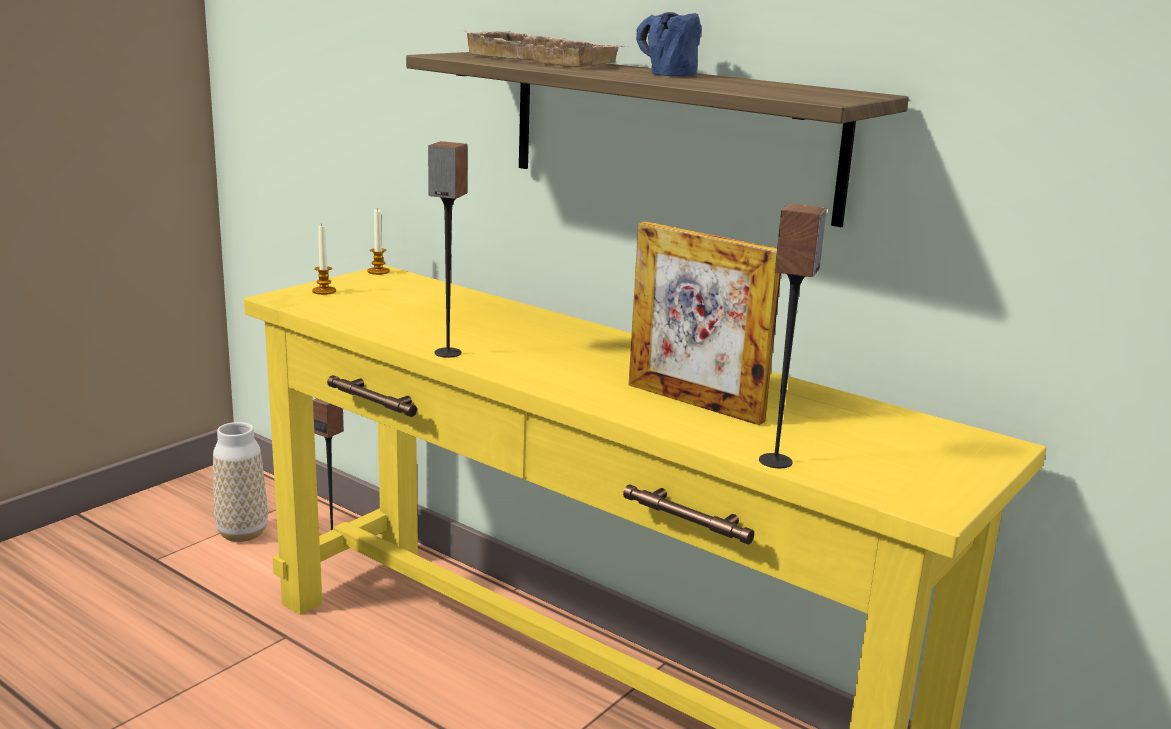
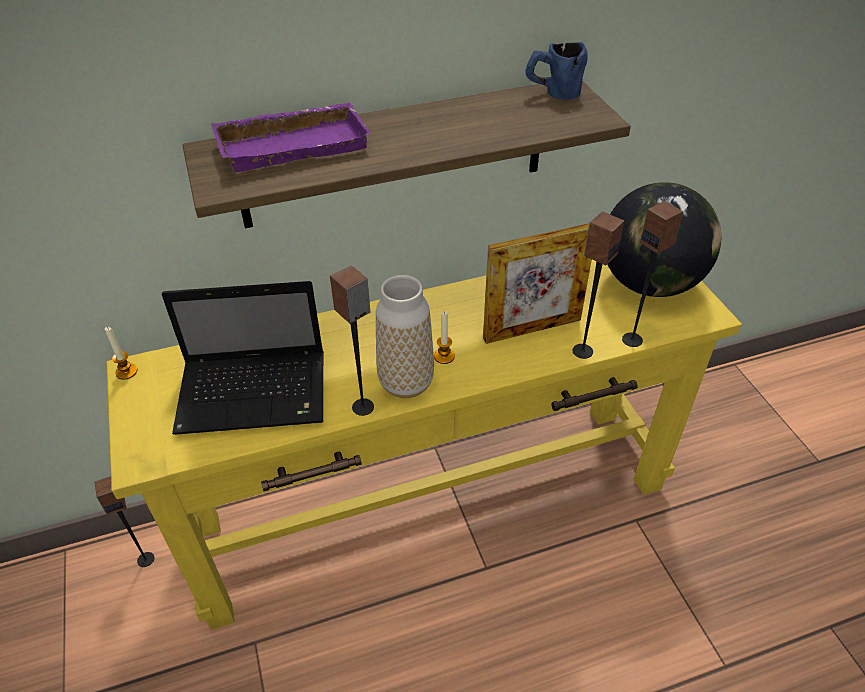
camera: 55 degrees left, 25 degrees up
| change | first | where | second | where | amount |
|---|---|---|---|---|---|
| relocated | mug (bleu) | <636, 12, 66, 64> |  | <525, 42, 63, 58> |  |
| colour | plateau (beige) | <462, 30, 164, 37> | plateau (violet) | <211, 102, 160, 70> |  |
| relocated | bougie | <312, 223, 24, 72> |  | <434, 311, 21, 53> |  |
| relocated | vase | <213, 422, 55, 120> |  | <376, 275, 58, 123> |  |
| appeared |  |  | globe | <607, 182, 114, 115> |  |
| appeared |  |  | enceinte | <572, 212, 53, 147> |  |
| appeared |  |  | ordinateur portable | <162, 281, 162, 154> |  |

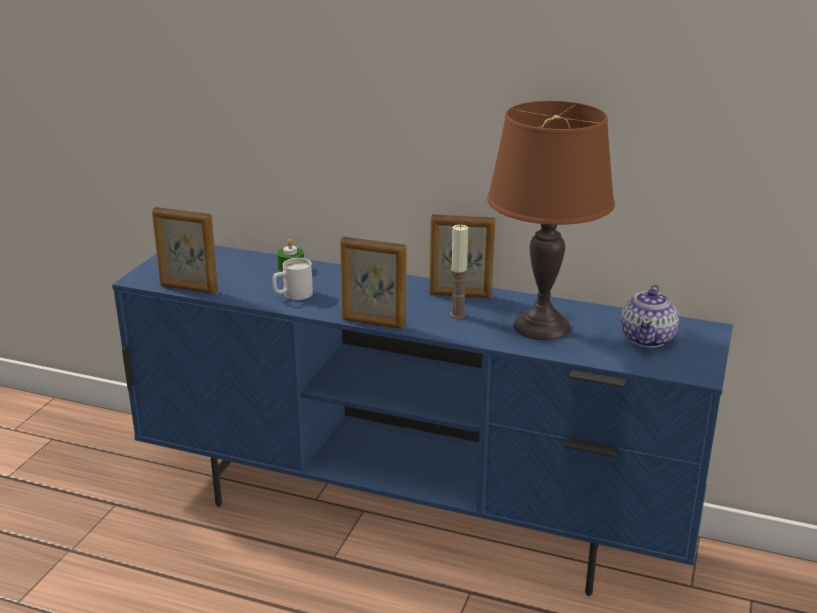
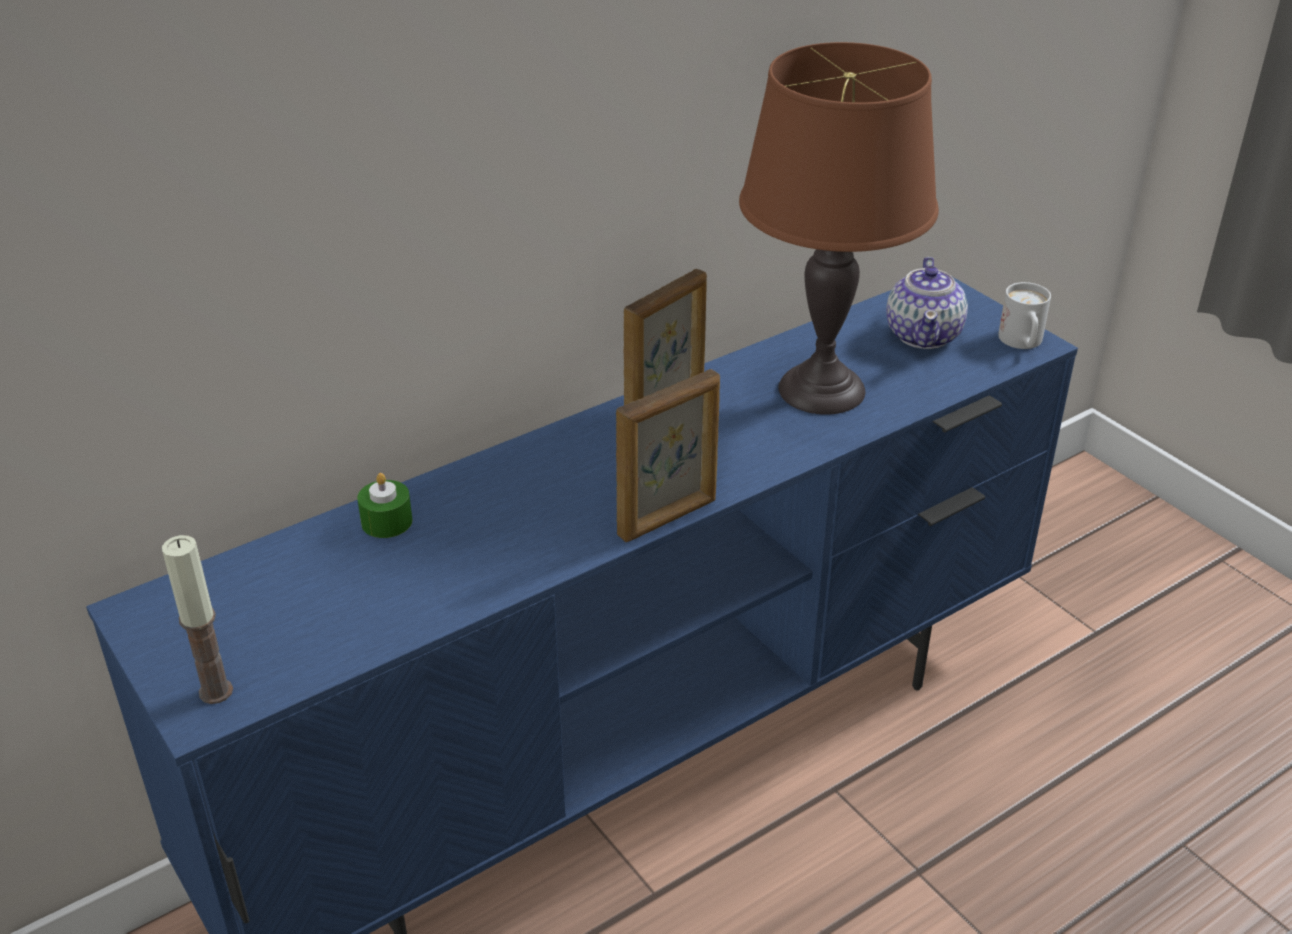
camera: 55 degrees left, 10 degrees up
| change | first | where | second | where | amount |
|---|---|---|---|---|---|
| missing | cadre photo | <152, 207, 66, 87> |  |  |  |
| relocated | bougie | <450, 224, 18, 95> |  | <162, 535, 71, 169> |  |
| relocated | mug (blanc) | <273, 258, 40, 42> |  | <998, 282, 53, 67> |  |
| spun | théière | <621, 285, 58, 63> |  | <886, 257, 82, 92> | 45 degrees clockwise |

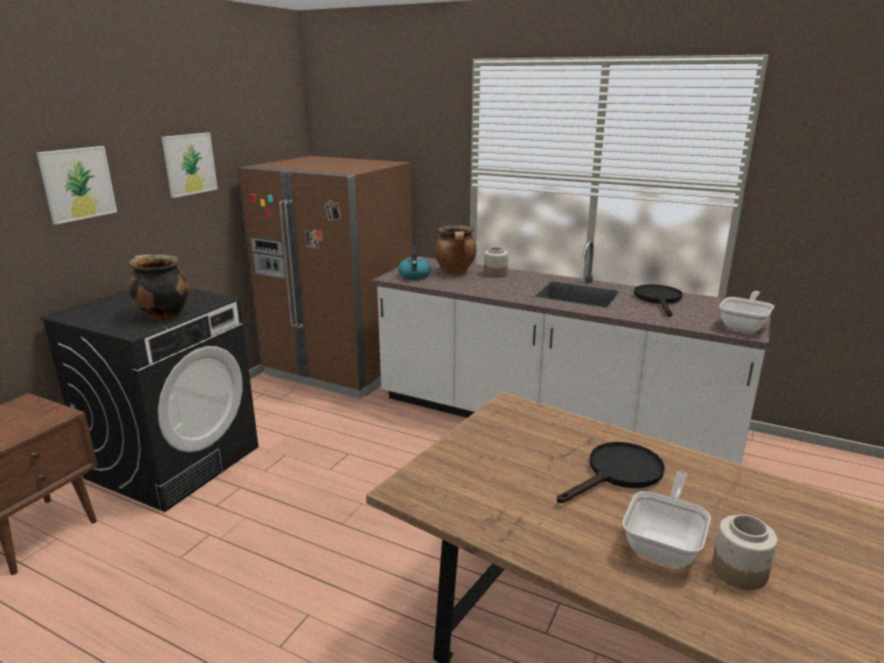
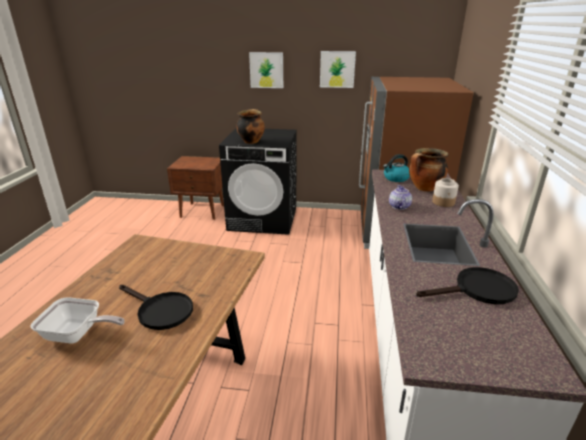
camera: 70 degrees right, 5 degrees up
| change | first | where | second | where | amount |
|---|---|---|---|---|---|
| missing | poêle | <719, 291, 55, 42> |  |  |  |
| missing | bocal | <712, 515, 66, 75> |  |  |  |
| appeared |  |  | théière | <389, 185, 23, 25> |  |

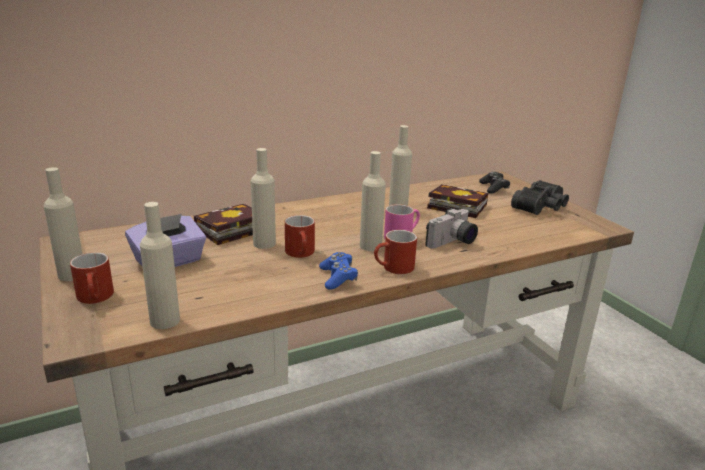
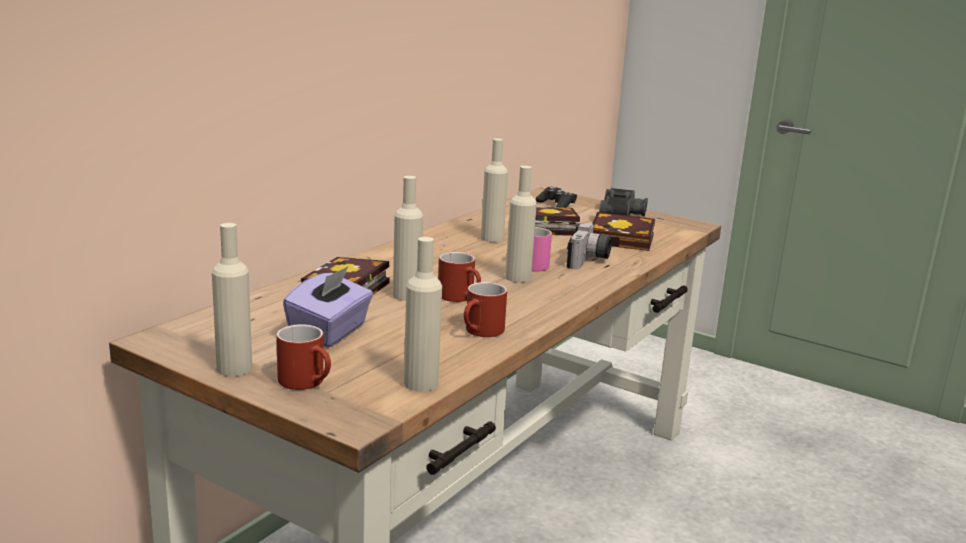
camera: 30 degrees left, 5 degrees down
| change | first | where | second | where | amount |
|---|---|---|---|---|---|
| relocated | mug (rouge) | <374, 230, 43, 44> |  | <464, 282, 43, 55> |  |
| missing | manette (bleu) | <319, 252, 39, 38> |  |  |  |
| appeared |  |  | livre | <592, 212, 63, 39> |  |

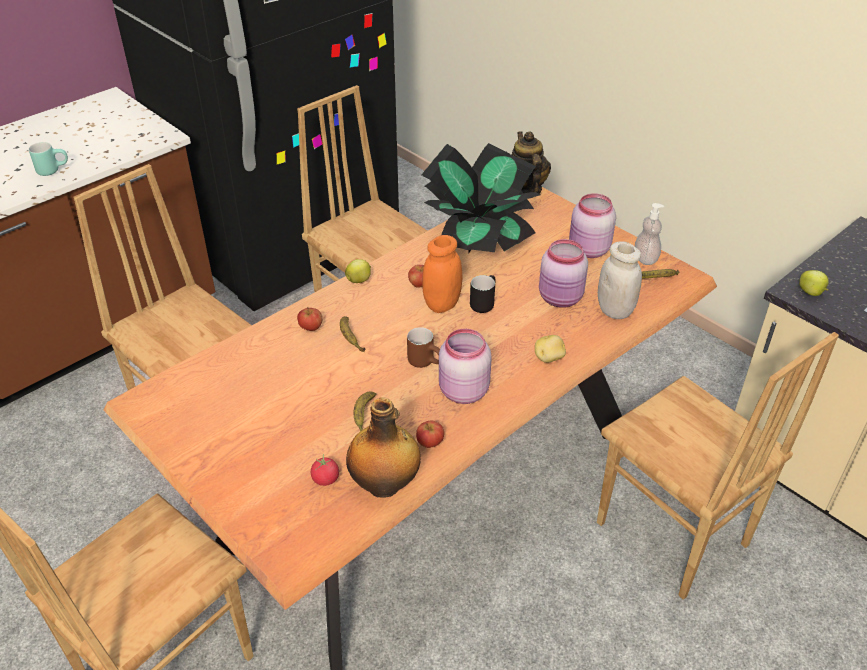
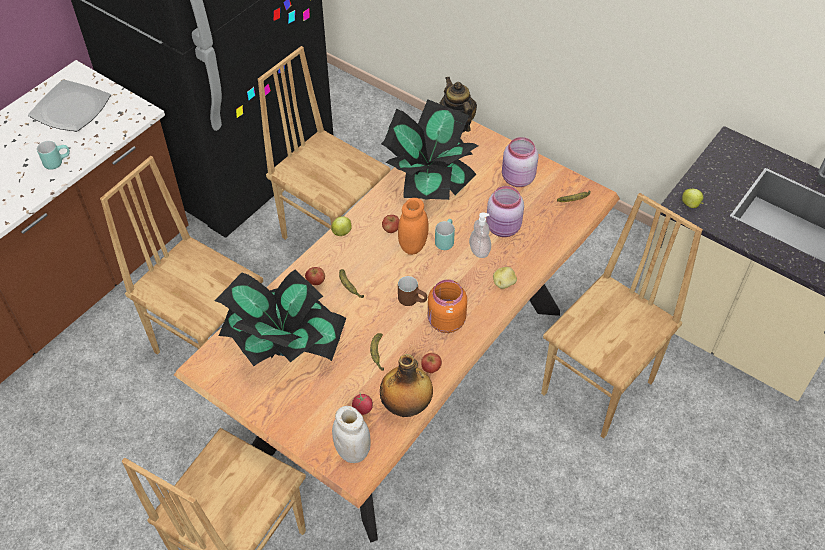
camera: 10 degrees left, 10 degrees up
| change | first | where | second | where | amount |
|---|---|---|---|---|---|
| relocated | distributeur de savon | <635, 203, 29, 62> |  | <469, 212, 22, 46> |  |
| relocated | bocal (blanc) | <598, 241, 44, 78> |  | <332, 406, 38, 57> |  |
| colour | mug (noir) | <470, 275, 26, 38> | mug (turquoise) | <435, 219, 20, 31> |  |
| colour | bocal (rose) | <439, 329, 53, 75> | bocal (orange) | <428, 279, 39, 54> |  |
| spun | chaise (marron) | <597, 332, 242, 268> |  | <541, 193, 162, 246> | 90 degrees counterclockwise |
| appeared |  |  | assiette | <28, 79, 83, 53> |  |
| appeared |  |  | plante en pot | <215, 270, 131, 96> |  |

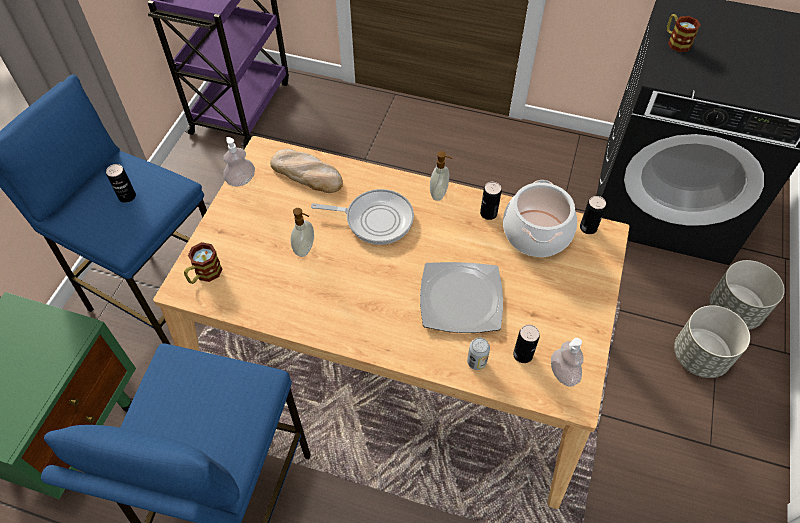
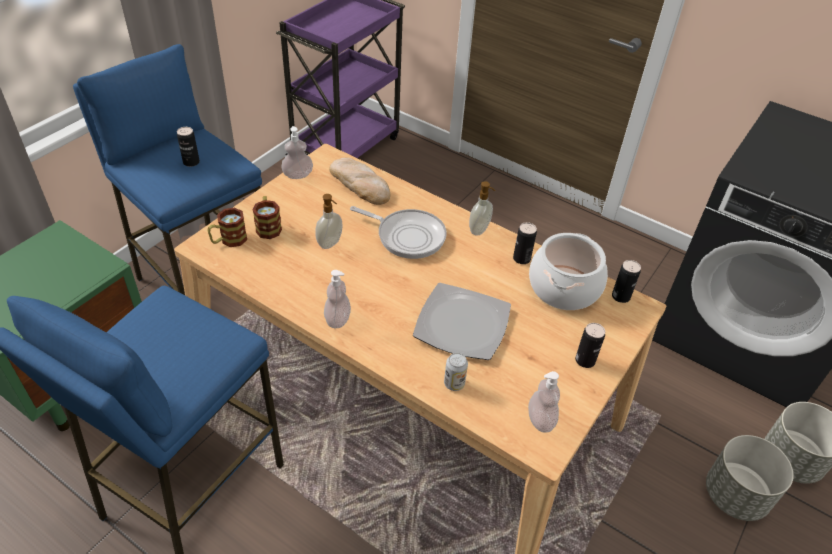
camera: 15 degrees right, 10 degrees down
| change | first | where | second | where | amount |
|---|---|---|---|---|---|
| relocated | mug | <667, 14, 33, 38> |  | <253, 196, 29, 43> |  |
| relocated | boîte métallique | <513, 325, 27, 38> |  | <575, 323, 30, 45> |  |
| appeared |  |  | distributeur de savon | <324, 270, 27, 58> |  |

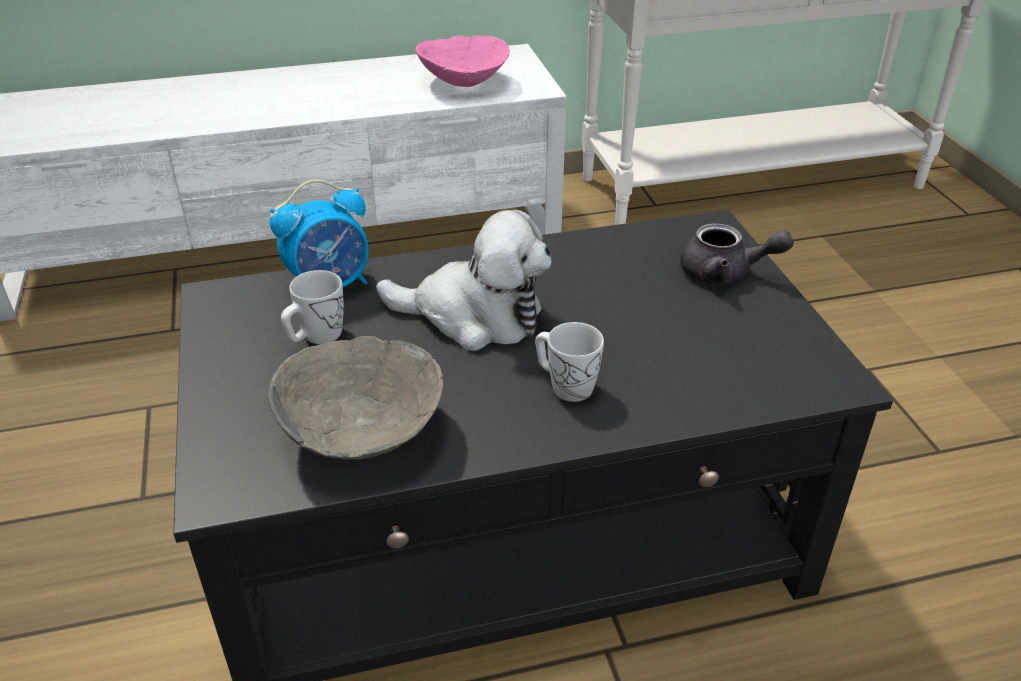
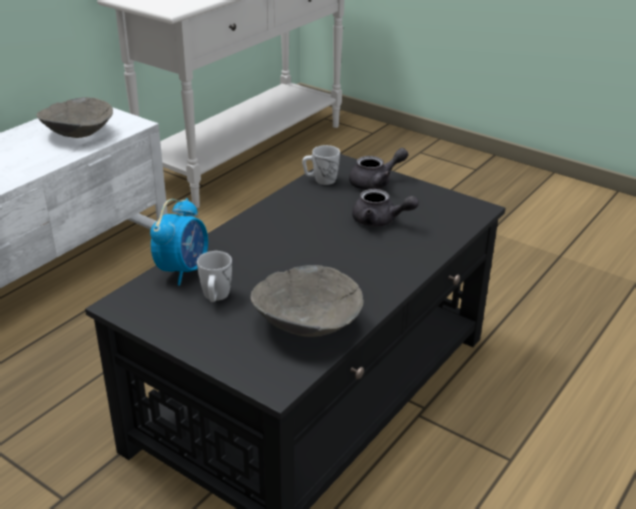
camera: 40 degrees left, 5 degrees down
| change | first | where | second | where | amount |
|---|---|---|---|---|---|
| colour | bol (rose) | <416, 35, 94, 52> | bol (gris) | <36, 97, 77, 41> |  |
| missing | peluche | <376, 210, 176, 141> |  |  |  |
| relocated | mug (blanc) | <535, 322, 69, 80> |  | <302, 145, 38, 40> |  |
| appeared |  |  | théière (gris) | <352, 189, 67, 38> |  |

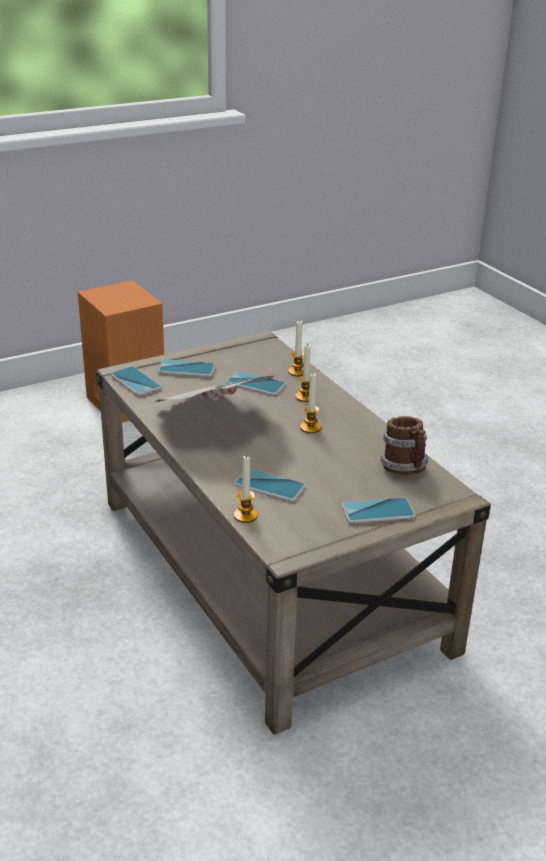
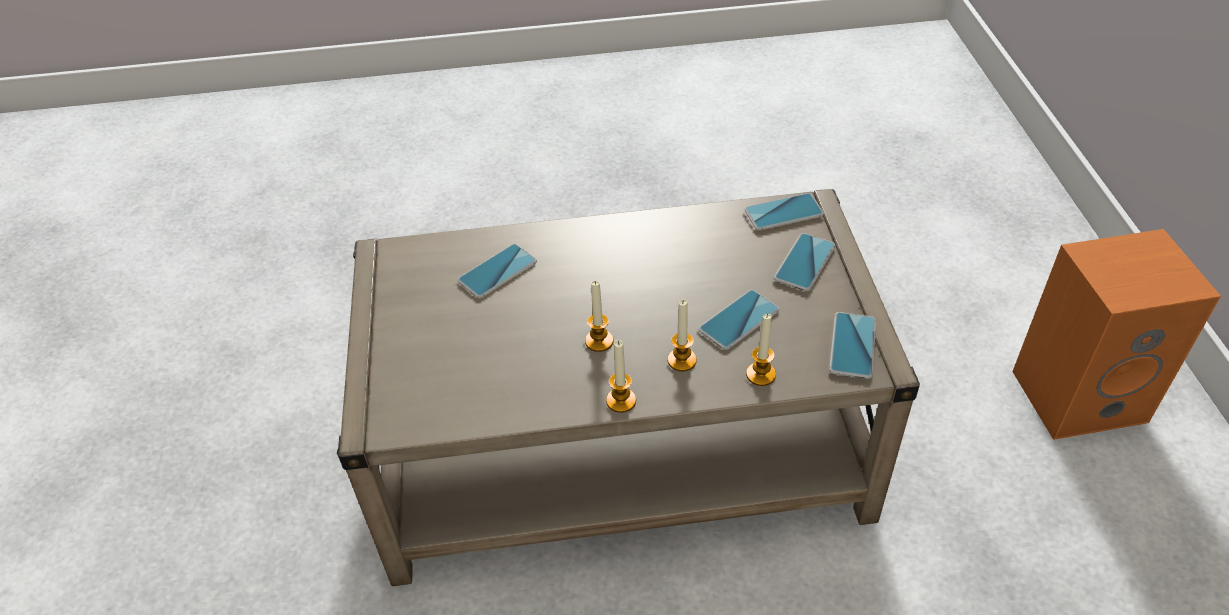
camera: 115 degrees right, 15 degrees up
| change | first | where | second | where | amount |
|---|---|---|---|---|---|
| missing | journal | <155, 376, 119, 26> |  |  |  |
| missing | mug | <380, 416, 49, 59> |  |  |  |
| relocated | bougie | <234, 455, 24, 68> |  | <606, 340, 30, 73> |  |
| relocated | téléphone | <342, 497, 74, 26> |  | <829, 312, 47, 67> |  |

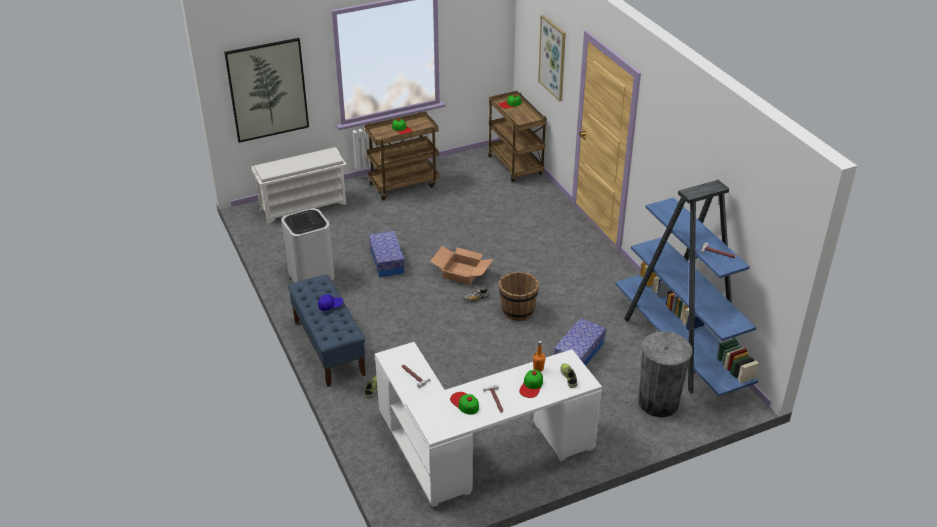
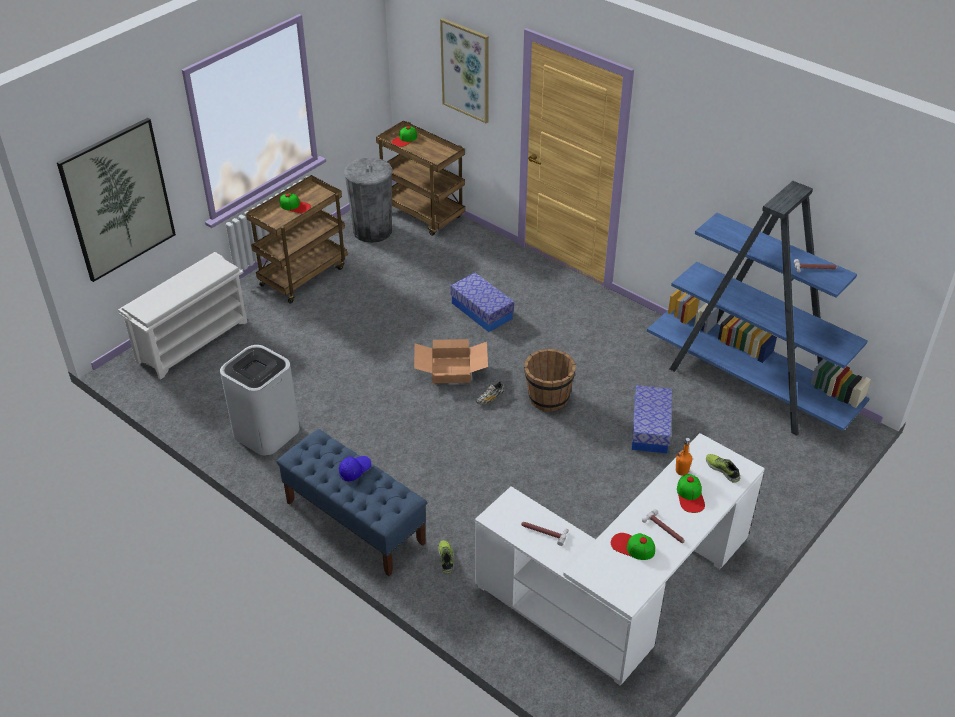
camera: 25 degrees left, 5 degrees up
| change | first | where | second | where | amount |
|---|---|---|---|---|---|
| relocated | boîte de rangement | <369, 231, 36, 46> |  | <450, 273, 64, 59> |  |
| relocated | poubelle (gris) | <638, 331, 55, 86> |  | <344, 157, 49, 86> |  |

